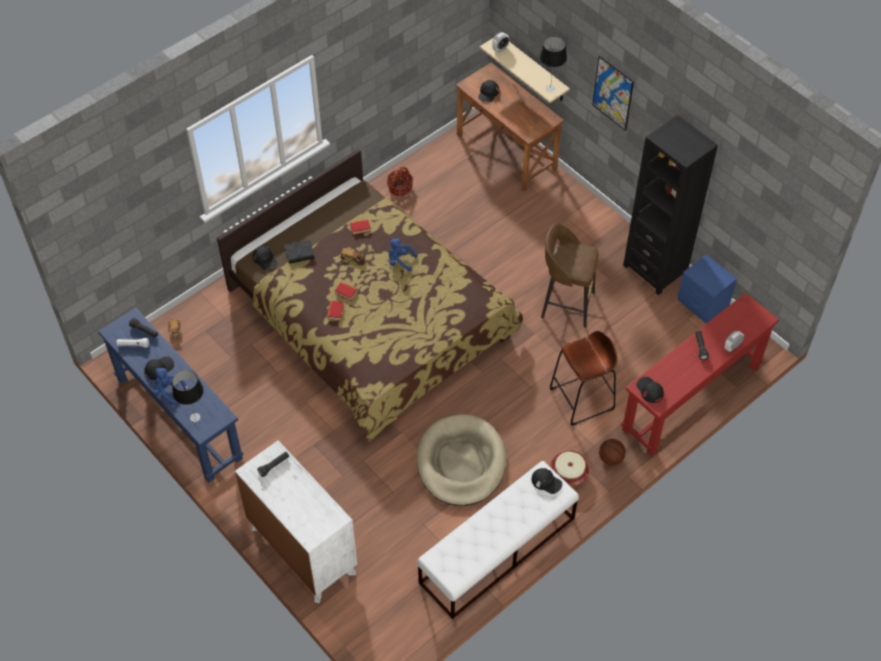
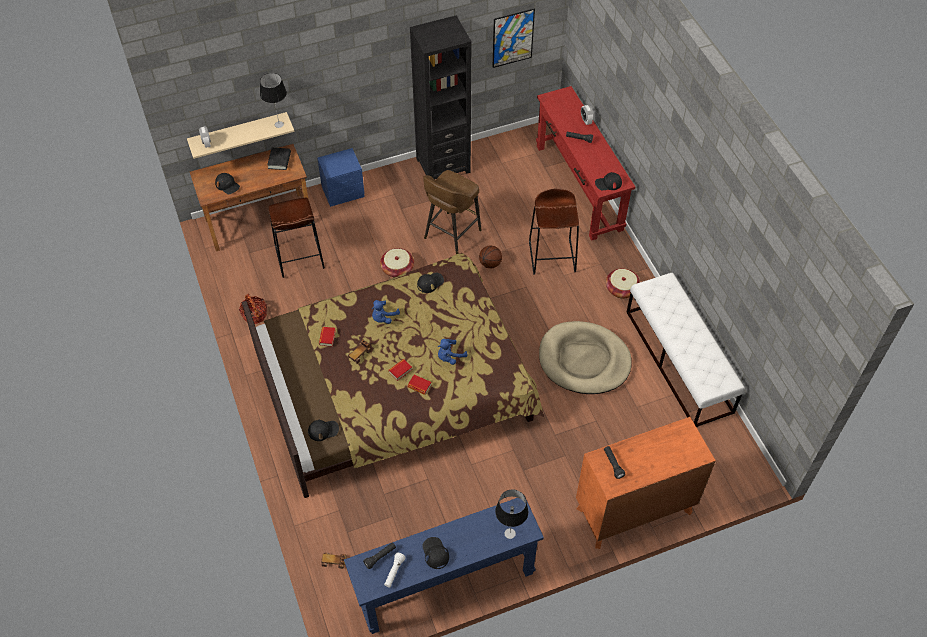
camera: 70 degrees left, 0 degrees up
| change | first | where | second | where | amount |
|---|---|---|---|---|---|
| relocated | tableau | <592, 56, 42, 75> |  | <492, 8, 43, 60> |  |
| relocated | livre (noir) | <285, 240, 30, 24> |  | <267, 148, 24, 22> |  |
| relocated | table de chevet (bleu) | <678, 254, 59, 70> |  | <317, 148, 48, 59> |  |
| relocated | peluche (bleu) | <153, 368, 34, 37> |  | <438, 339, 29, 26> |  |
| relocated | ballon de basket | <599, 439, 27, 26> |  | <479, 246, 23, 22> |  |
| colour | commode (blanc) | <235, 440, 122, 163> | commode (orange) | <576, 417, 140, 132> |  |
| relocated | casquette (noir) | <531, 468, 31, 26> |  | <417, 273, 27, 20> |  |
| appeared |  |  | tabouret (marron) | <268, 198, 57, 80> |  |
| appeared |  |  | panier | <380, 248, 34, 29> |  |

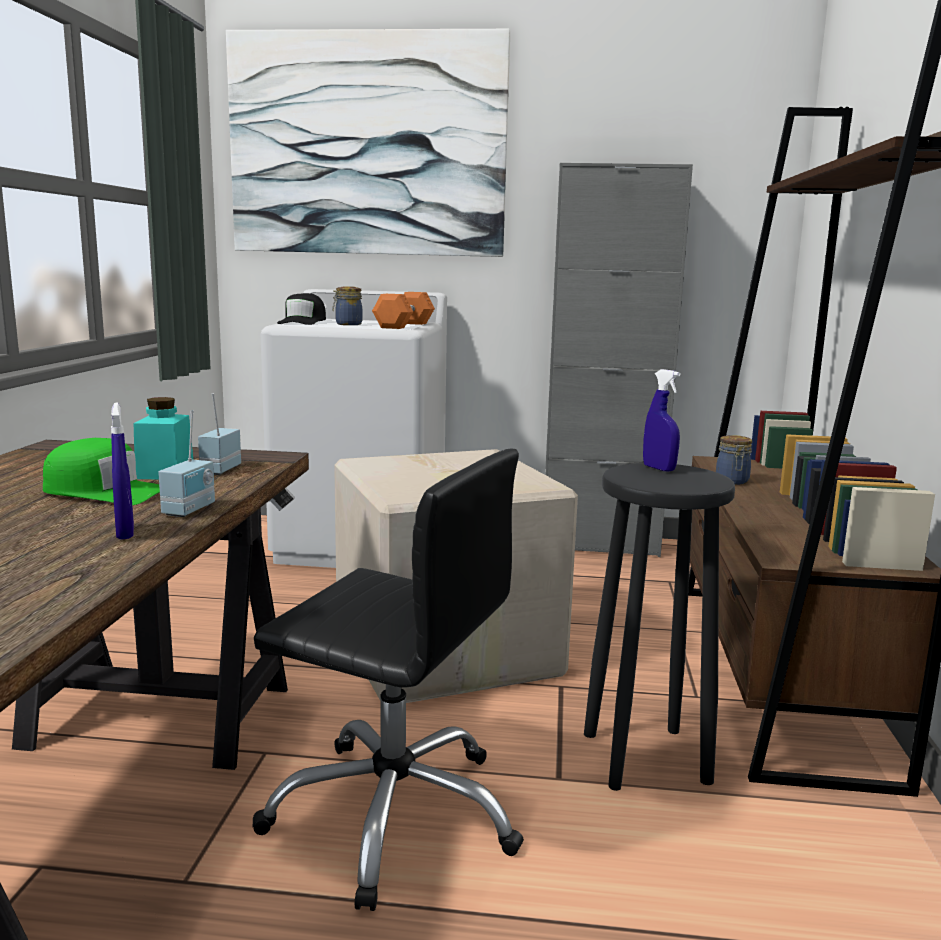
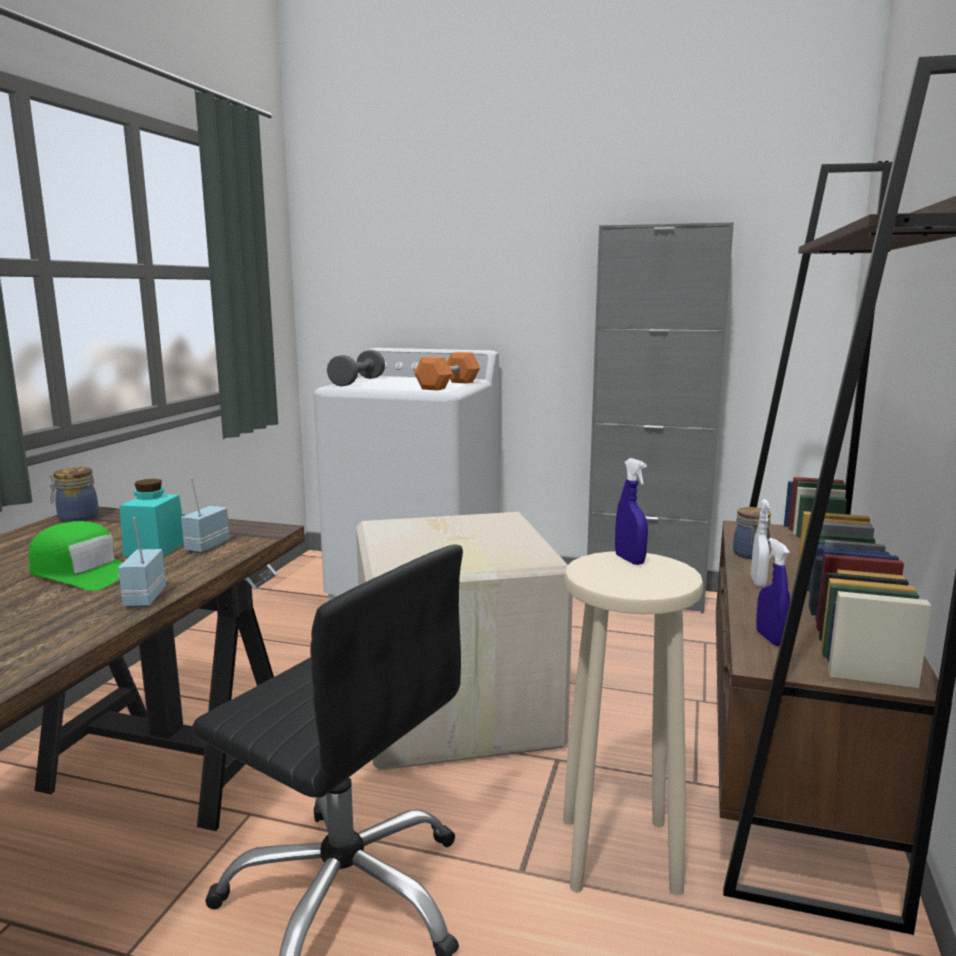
camera: 10 degrees right, 0 degrees up
| change | first | where | second | where | amount |
|---|---|---|---|---|---|
| missing | tableau | <226, 28, 284, 229> |  |  |  |
| relocated | bocal | <332, 286, 31, 39> |  | <49, 467, 50, 56> |  |
| exchanged | casquette (noir) | <277, 293, 49, 32> | haltère (gris) | <327, 350, 58, 37> |  |
| relocated | vaporisateur (bleu) | <111, 403, 23, 136> |  | <756, 538, 34, 108> |  |
| spun | radio | <158, 410, 57, 107> |  | <118, 517, 48, 91> | 150 degrees clockwise |
| colour | tabouret (noir) | <584, 463, 151, 328> | tabouret (beige) | <563, 551, 140, 345> |  |
| appeared |  |  | vaporisateur (blanc) | <751, 499, 19, 88> |  |

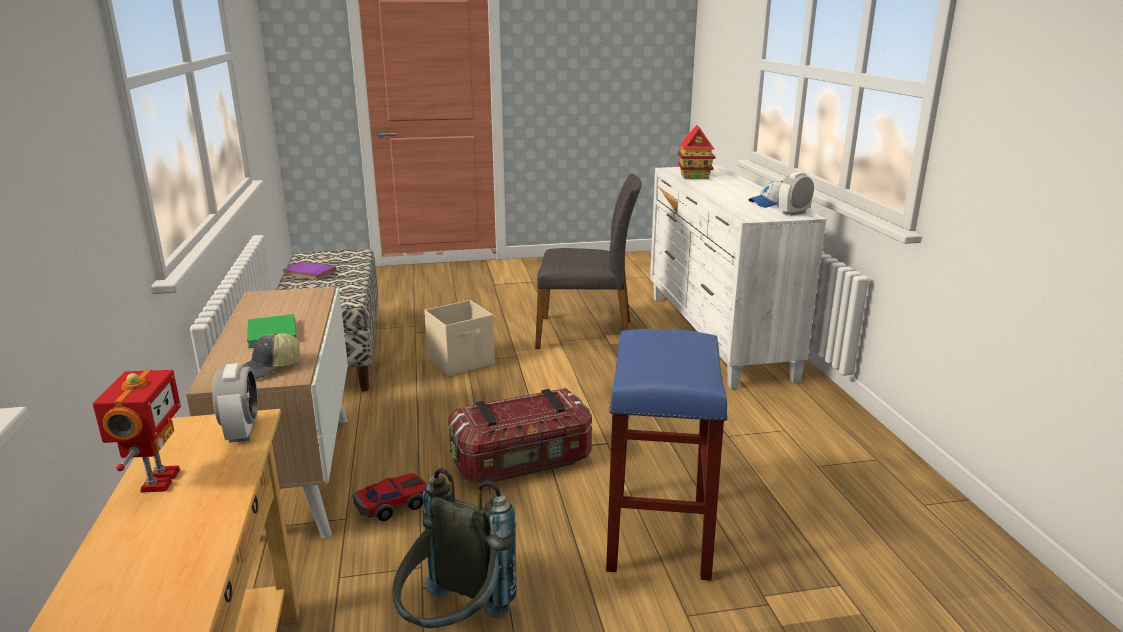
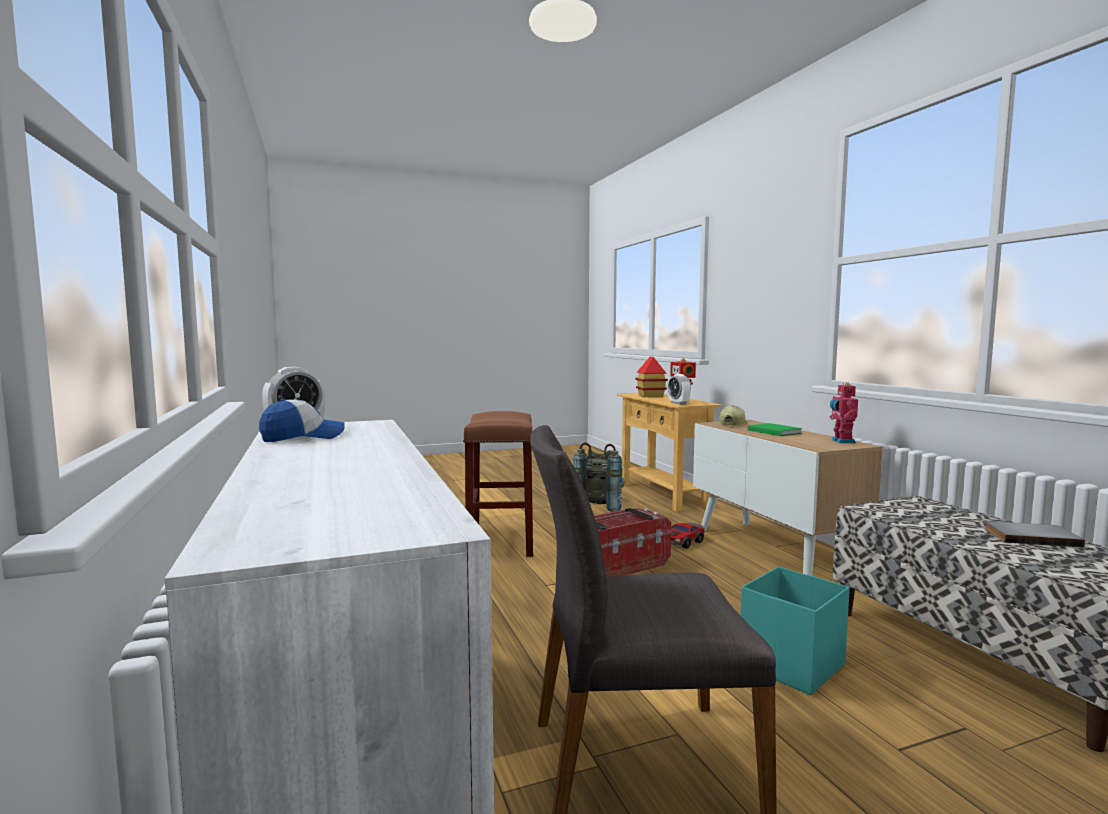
camera: 170 degrees right, 15 degrees down
| change | first | where | second | where | amount |
|---|---|---|---|---|---|
| relocated | maison miniature | <677, 125, 39, 54> |  | <635, 357, 33, 40> |  |
| colour | livre (violet) | <283, 262, 54, 18> | livre (gris) | <985, 521, 100, 27> |  |
| colour | boîte de rangement (beige) | <424, 300, 71, 76> | boîte de rangement (turquoise) | <740, 567, 110, 128> |  |
| colour | tabouret (bleu) | <606, 329, 122, 252> | tabouret (marron) | <463, 411, 70, 146> |  |
| appeared |  |  | robot jouet | <830, 382, 28, 61> |  |

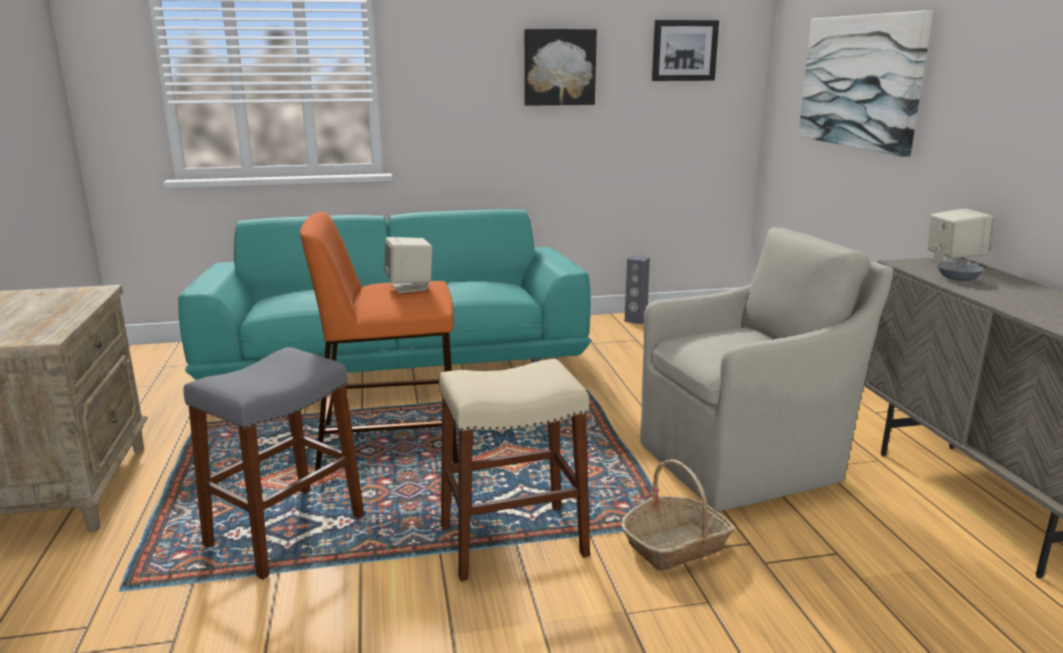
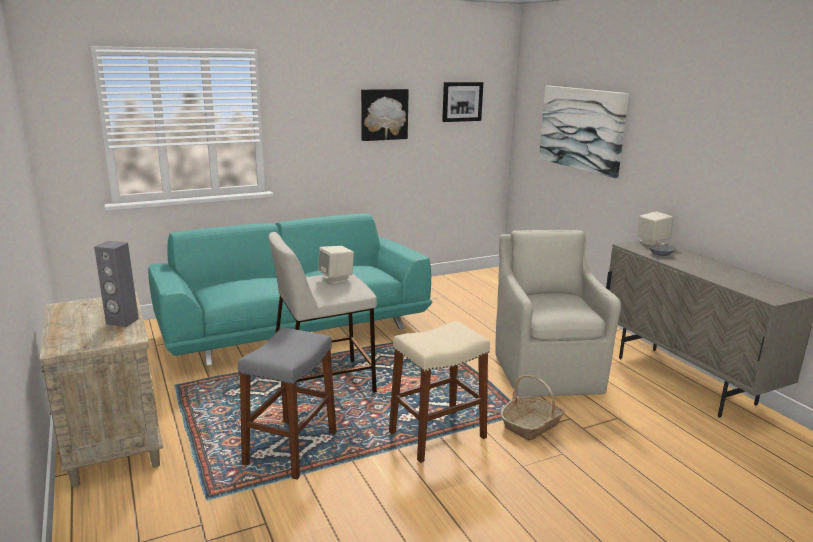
camera: 15 degrees left, 0 degrees up
| change | first | where | second | where | amount |
|---|---|---|---|---|---|
| colour | tabouret (orange) | <300, 212, 159, 259> | tabouret (beige) | <268, 232, 109, 161> |  |
| spun | fauteuil (beige) | <640, 227, 253, 284> |  | <495, 230, 126, 167> | 60 degrees counterclockwise |
| relocated | enceinte (gris) | <625, 255, 25, 69> |  | <94, 241, 45, 86> |  |

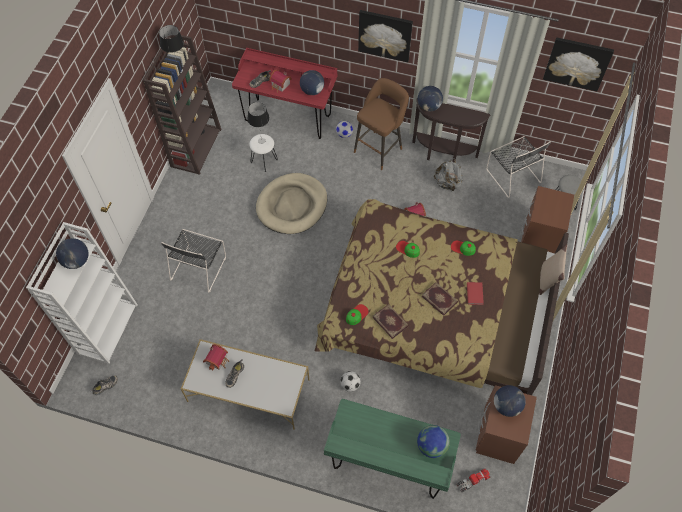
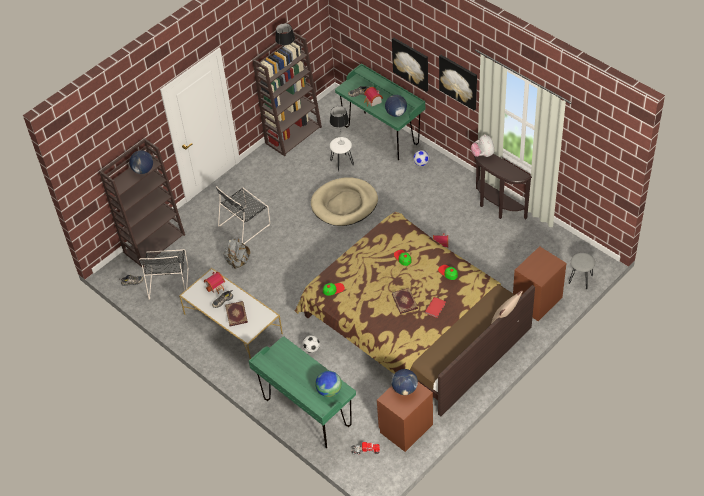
camera: 30 degrees right, 10 degrees down
| change | first | where | second | where | amount |
|---|---|---|---|---|---|
| relocated | tableau | <543, 37, 71, 54> |  | <392, 37, 36, 55> |  |
| colour | bureau (rouge) | <232, 48, 105, 91> | bureau (vert) | <335, 63, 91, 97> |  |
| missing | tabouret (marron) | <354, 78, 55, 92> |  |  |  |
| exchanged | globe | <417, 86, 26, 26> | peluche | <471, 135, 23, 22> |  |
| relocated | chaise (noir) | <486, 136, 65, 62> |  | <139, 249, 50, 51> |  |
| relocated | sac à dos (gris) | <434, 158, 29, 33> |  | <223, 238, 27, 31> |  |
| colour | bibliothèque (blanc) | <26, 222, 112, 142> | bibliothèque (marron) | <99, 139, 86, 129> |  |
| relocated | livre | <372, 304, 37, 35> |  | <225, 301, 23, 25> |  |

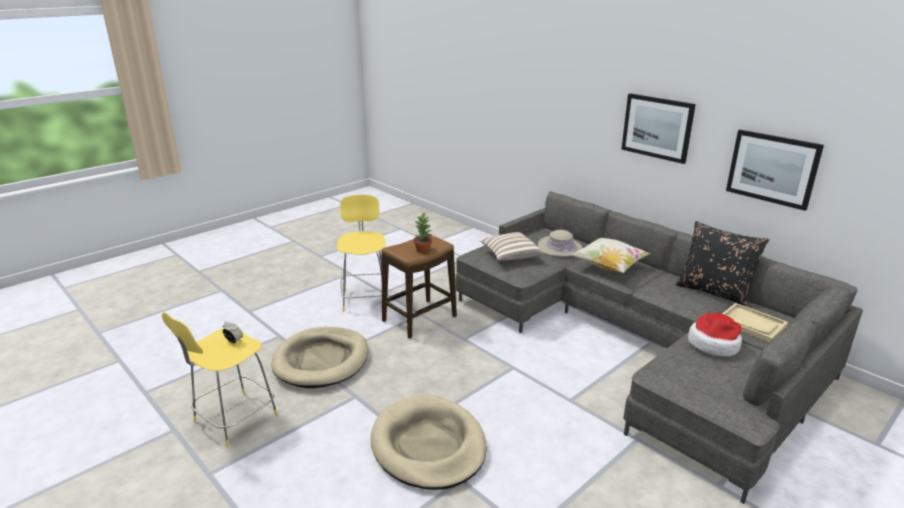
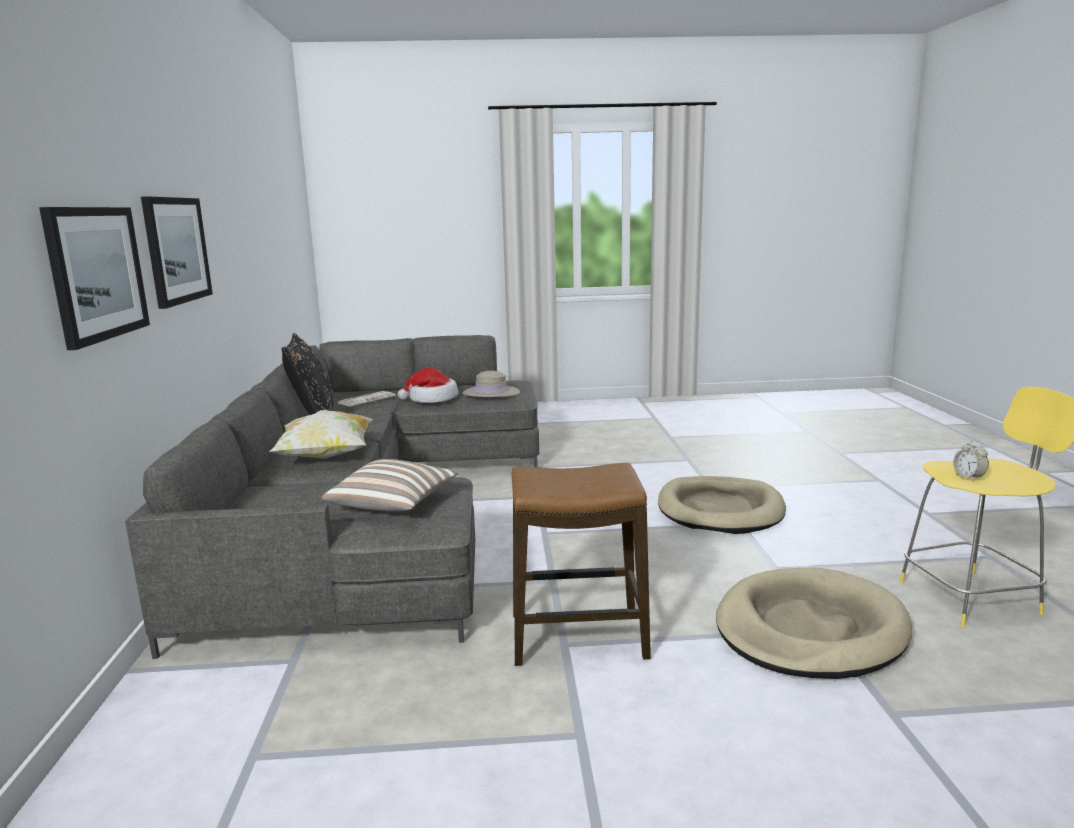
camera: 140 degrees left, 10 degrees down
| change | first | where | second | where | amount |
|---|---|---|---|---|---|
| relocated | tableau | <726, 130, 98, 81> |  | <39, 207, 111, 143> |  |
| missing | tabouret (jaune) | <337, 195, 51, 117> |  |  |  |
| missing | plante en pot | <413, 213, 19, 40> |  |  |  |
| relocated | chapeau (beige) | <538, 230, 45, 27> |  | <462, 371, 58, 26> |  |
| exchanged | plateau (beige) | <722, 303, 66, 39> | journal | <338, 391, 58, 16> |  |

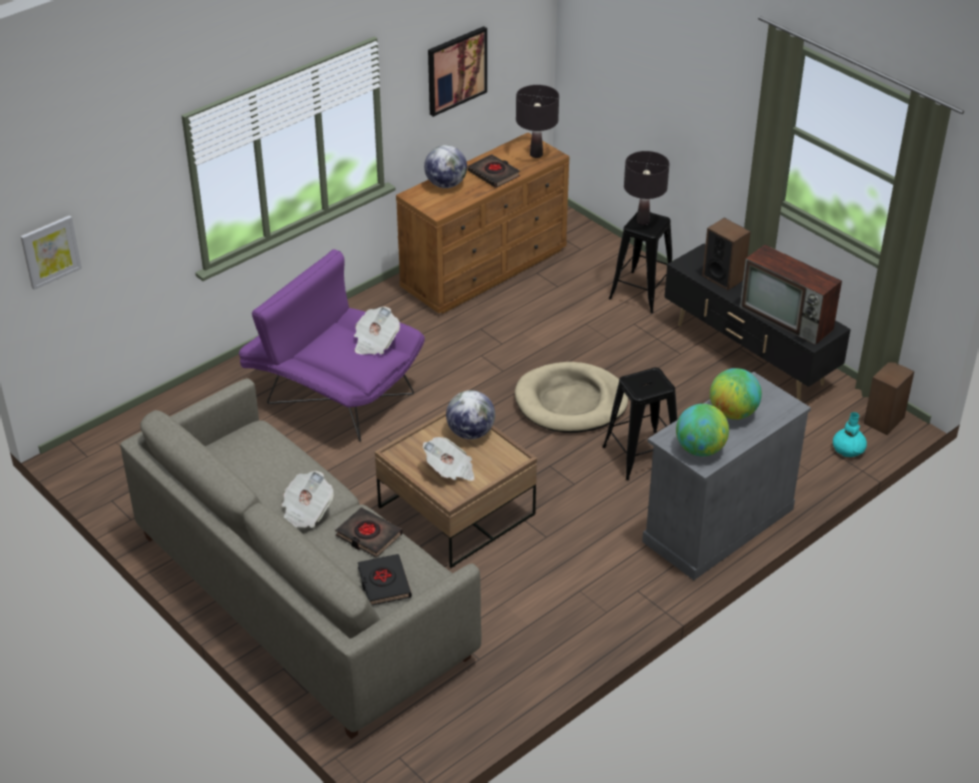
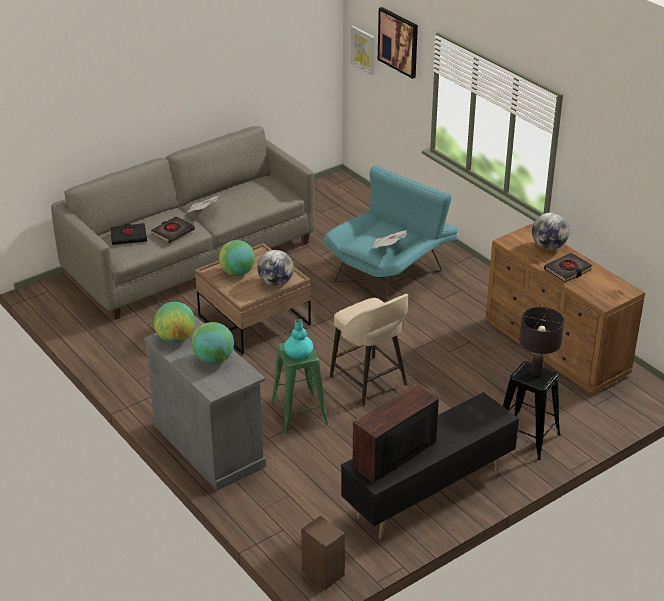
camera: 95 degrees right, 5 degrees down
| change | first | where | second | where | amount |
|---|---|---|---|---|---|
| relocated | tableau | <428, 26, 59, 91> |  | <378, 7, 40, 72> |  |
| missing | lampe de table (noir) | <516, 85, 43, 73> |  |  |  |
| missing | enceinte | <702, 218, 49, 72> |  |  |  |
| colour | fauteuil (violet) | <239, 249, 186, 193> | fauteuil (turquoise) | <323, 165, 135, 137> |  |
| exchanged | panier pour chien (beige) | <515, 362, 113, 71> | tabouret (beige) | <330, 294, 78, 111> |  |
| colour | tabouret (noir) | <602, 367, 75, 113> | tabouret (vert) | <271, 343, 58, 91> |  |
| relocated | vase (turquoise) | <833, 412, 34, 45> |  | <284, 319, 29, 40> |  |
| exchanged | journal | <423, 437, 52, 44> | globe | <219, 240, 36, 36> |  |

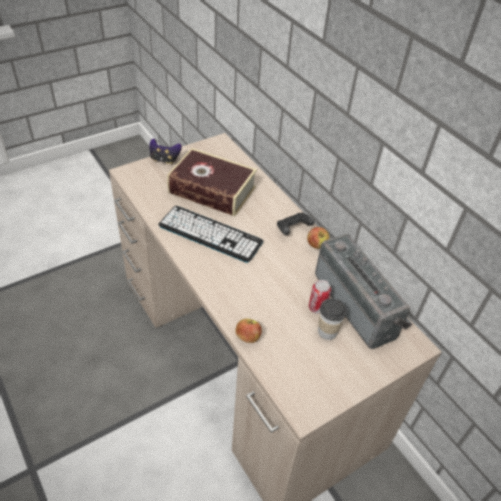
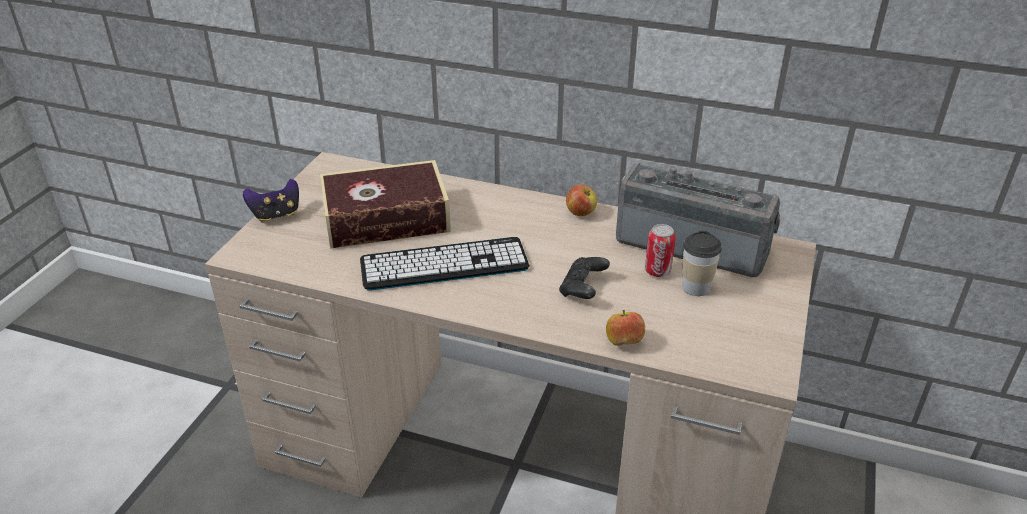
camera: 35 degrees left, 10 degrees down
| change | first | where | second | where | amount |
|---|---|---|---|---|---|
| relocated | manette (noir) | <277, 212, 37, 23> |  | <559, 257, 51, 42> |  |

